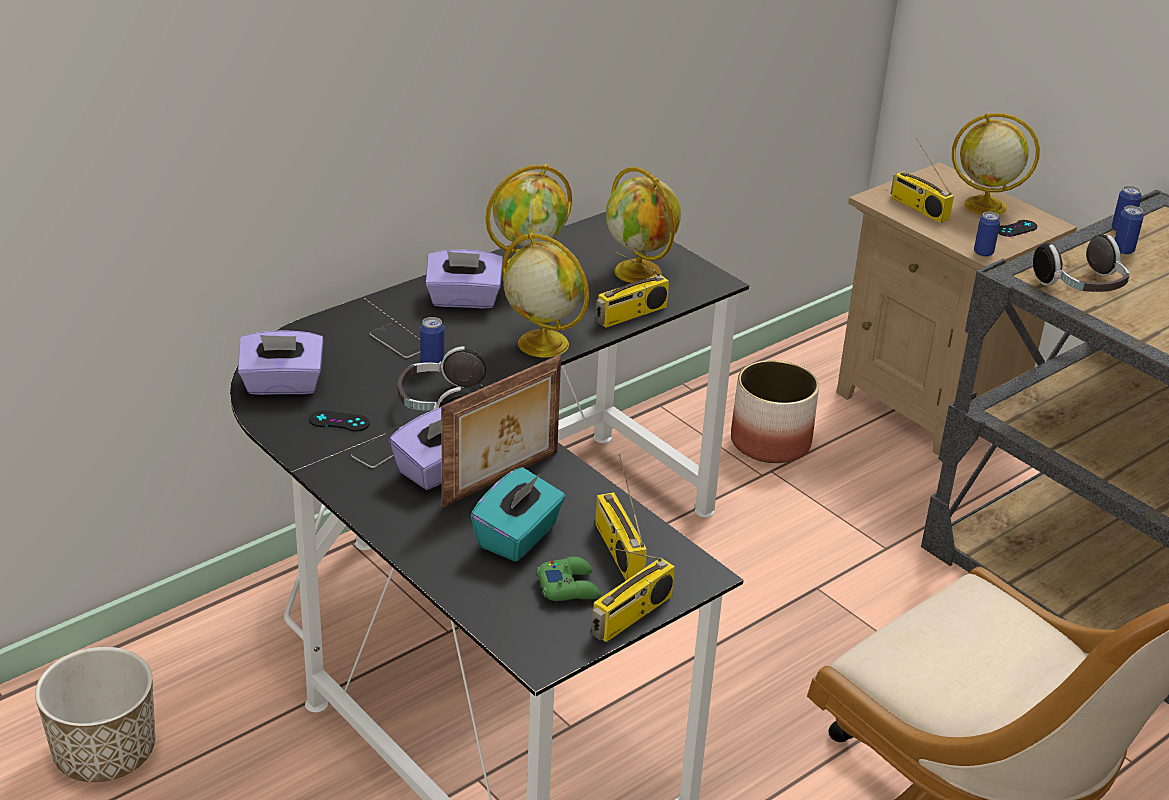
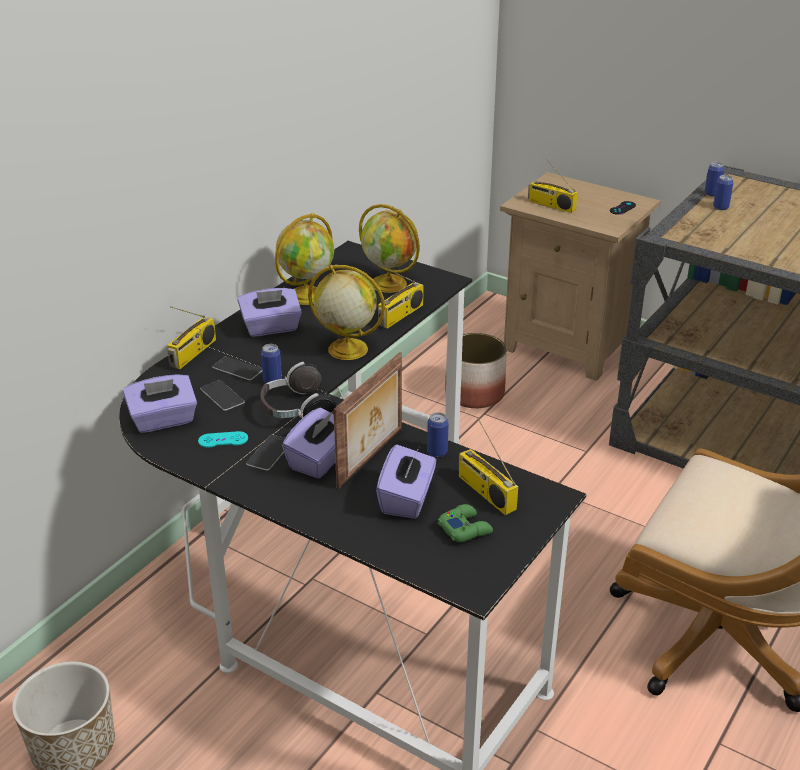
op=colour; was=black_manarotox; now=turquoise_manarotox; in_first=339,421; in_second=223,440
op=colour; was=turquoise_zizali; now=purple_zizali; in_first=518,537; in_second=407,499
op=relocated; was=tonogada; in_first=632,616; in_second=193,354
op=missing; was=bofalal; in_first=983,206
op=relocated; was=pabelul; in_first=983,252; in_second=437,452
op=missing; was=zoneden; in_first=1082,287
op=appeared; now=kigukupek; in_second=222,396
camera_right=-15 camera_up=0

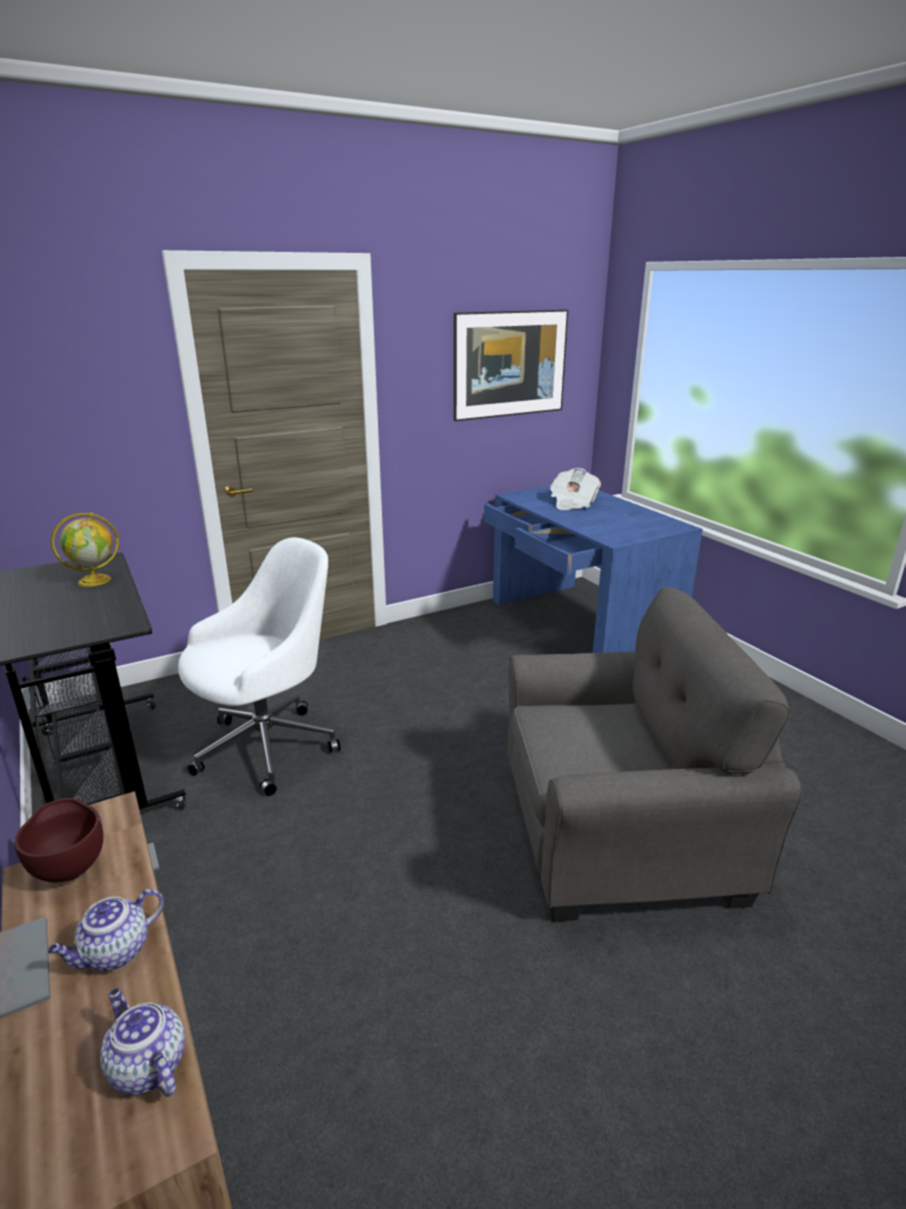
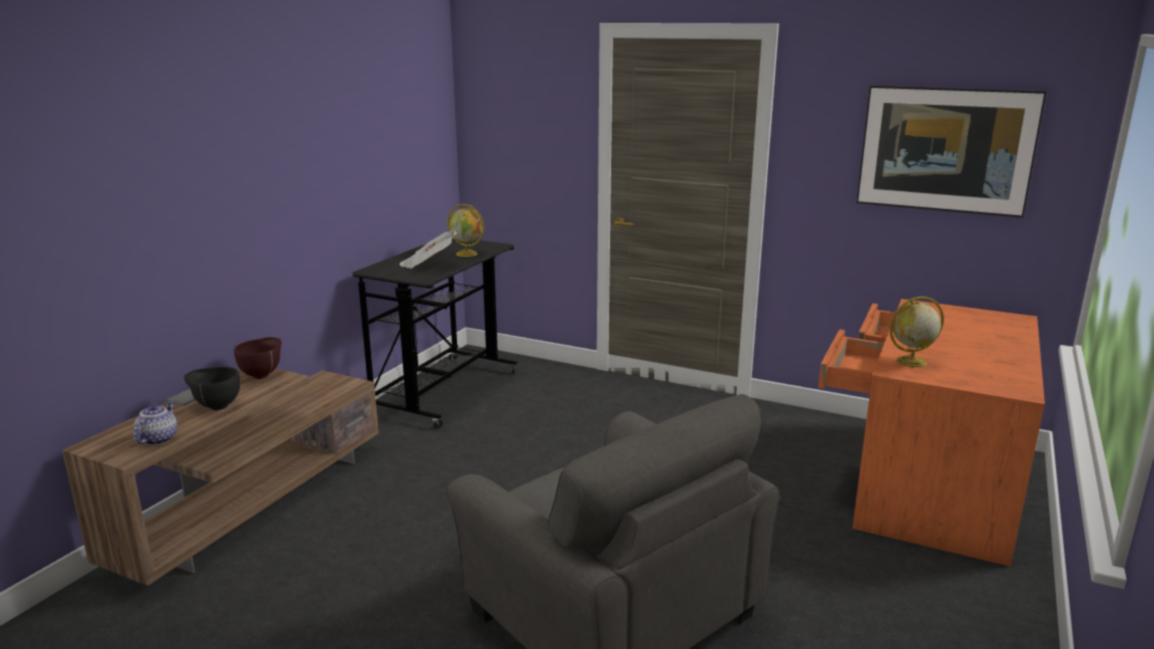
op=exchanged; was=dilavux; now=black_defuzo; in_first=115,953; in_second=216,406
op=missing; was=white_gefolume; in_first=268,747
op=colour; was=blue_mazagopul; now=orange_mazagopul; in_first=574,625; in_second=922,483
op=relocated; was=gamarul; in_first=572,503; in_second=428,265
op=appeared; now=bofalal; in_second=910,362
camera_right=55 camera_up=-5

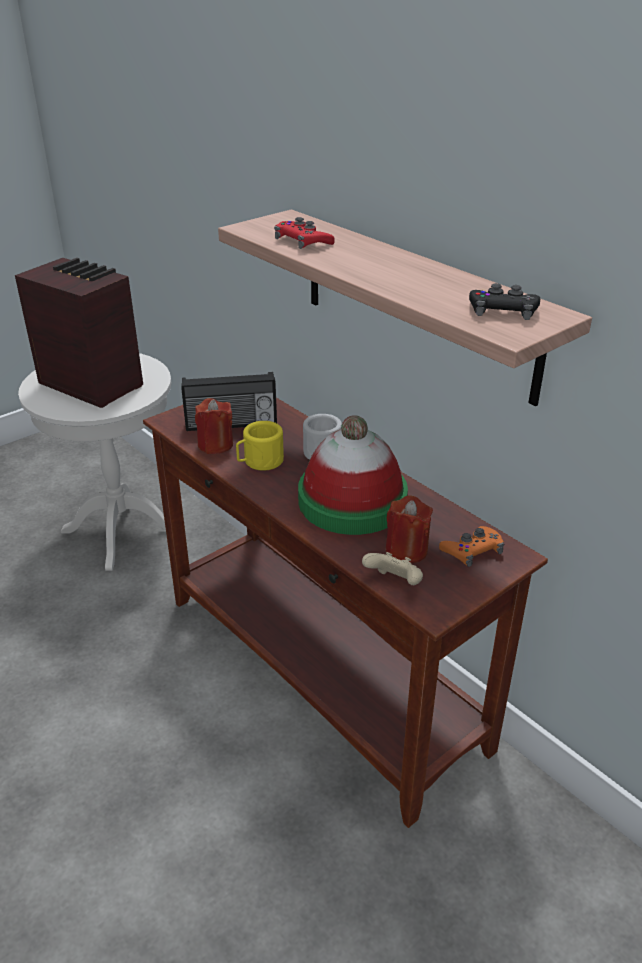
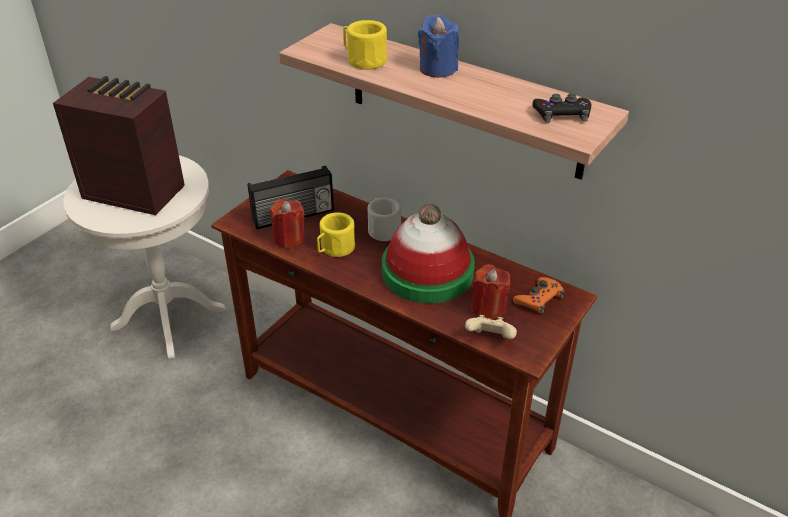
op=exchanged; was=red_manarotox; now=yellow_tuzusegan; in_first=303,241; in_second=363,60
op=appeared; now=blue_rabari; in_second=437,69
camera_right=-15 camera_up=5

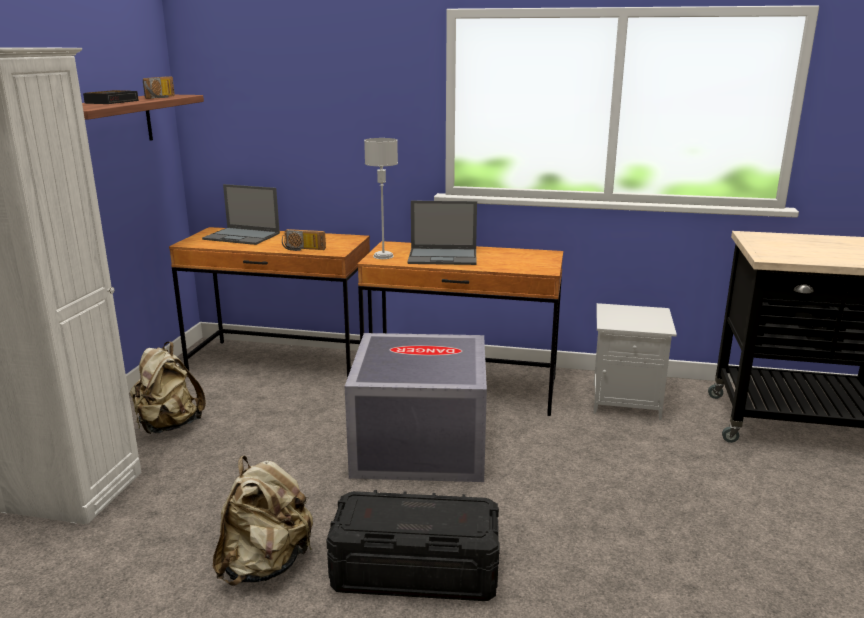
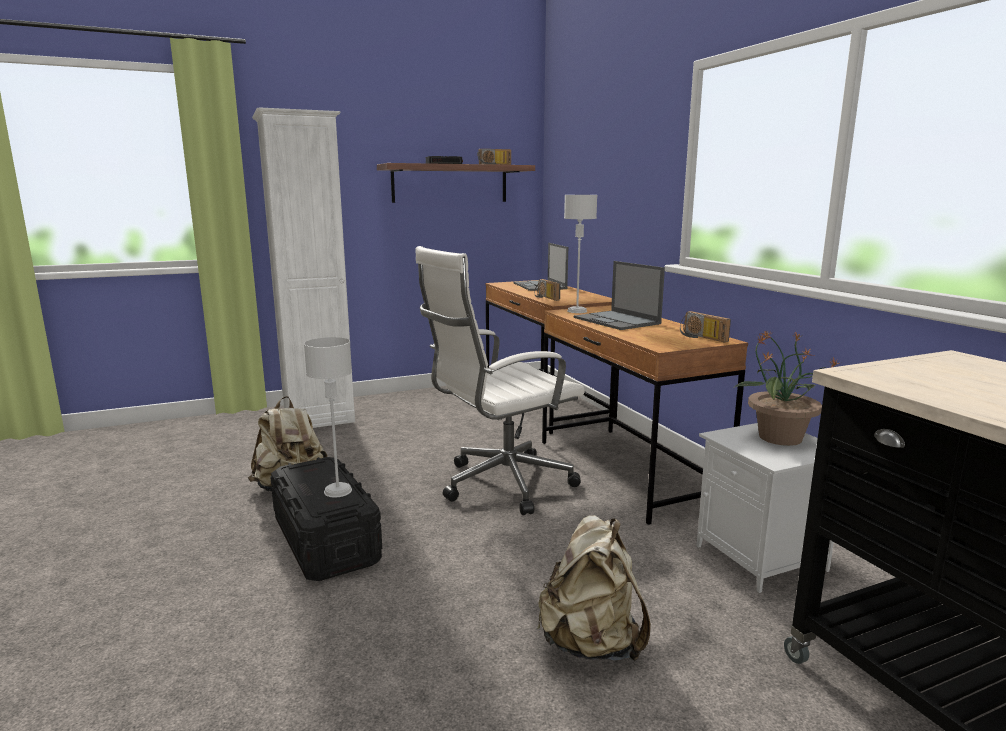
op=relocated; was=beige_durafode; in_first=168,426; in_second=591,644
op=exchanged; was=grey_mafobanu; now=white_gefolume; in_first=418,446; in_second=501,485
op=appeared; now=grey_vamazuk; in_second=338,491
op=appeared; now=tonogada; in_second=701,337
op=appeared; now=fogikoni; in_second=778,438
camera_right=55 camera_up=-5

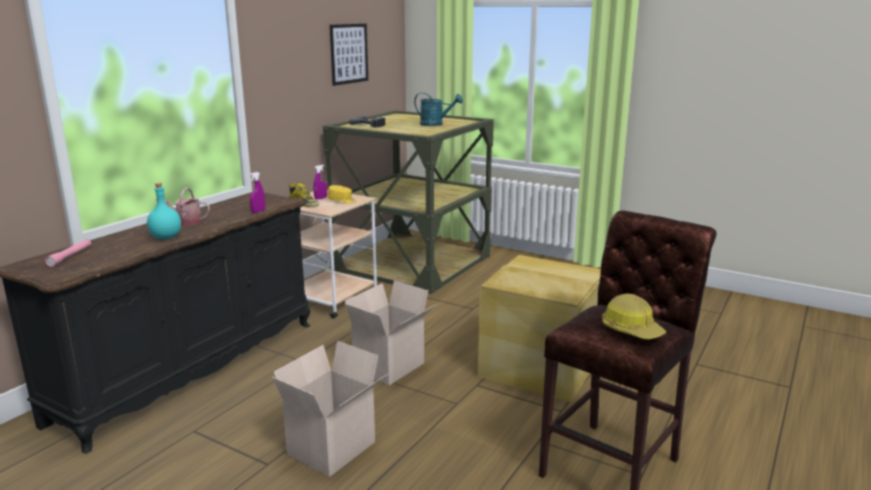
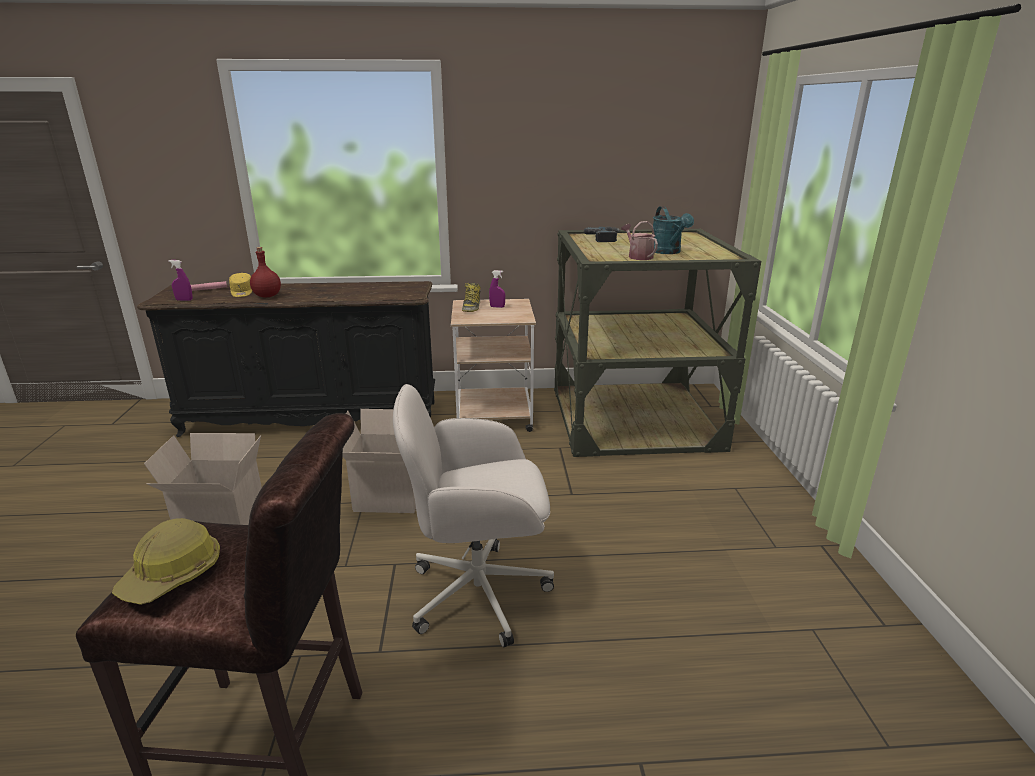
op=colour; was=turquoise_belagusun; now=red_belagusun; in_first=165,237; in_second=267,296
op=relocated; was=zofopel; in_first=185,222; in_second=638,256
op=relocated; was=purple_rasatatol; in_first=258,211; in_second=184,300
op=relocated; was=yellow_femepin; in_first=342,201; in_second=242,292
op=missing; was=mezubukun; in_first=349,53
op=exchanged; was=beige_mafobanu; now=white_gefolume; in_first=539,366; in_second=478,594
camera_right=55 camera_up=5

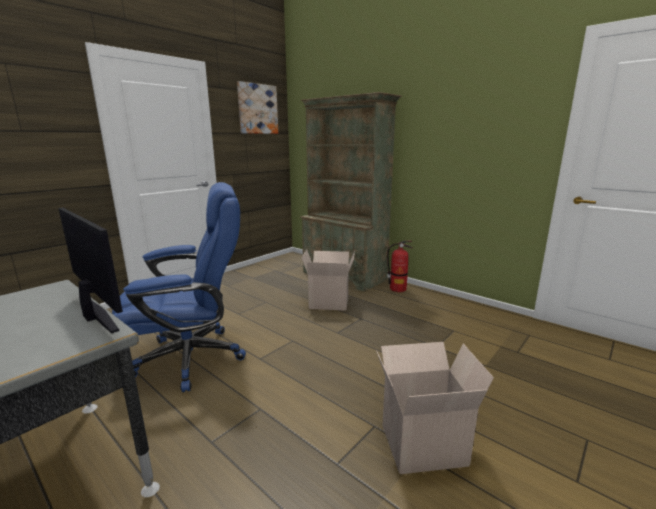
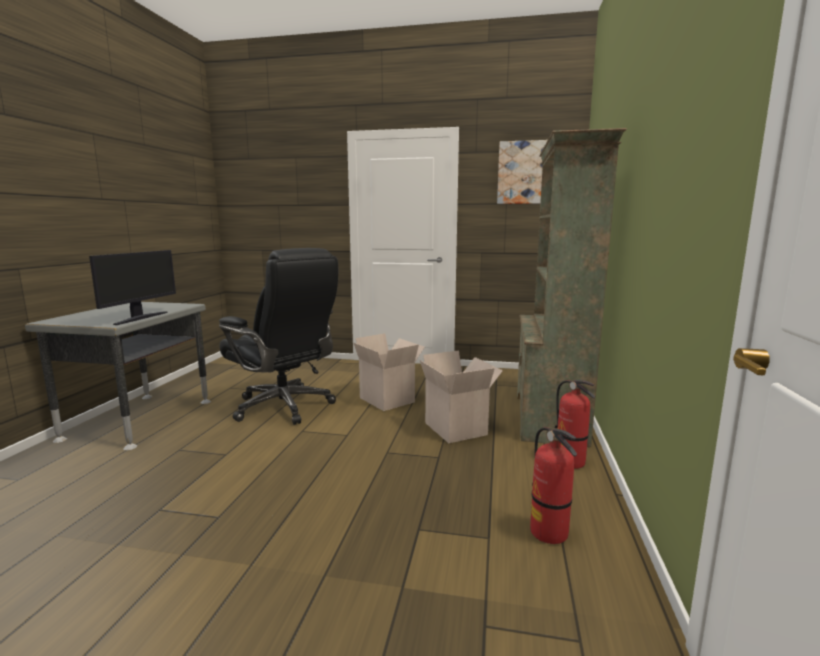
op=colour; was=blue_gefolume; now=black_gefolume; in_first=190,358; in_second=283,406
op=relocated; was=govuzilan; in_first=423,443; in_second=389,400
op=appeared; now=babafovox; in_second=549,533
camera_right=60 camera_up=-5

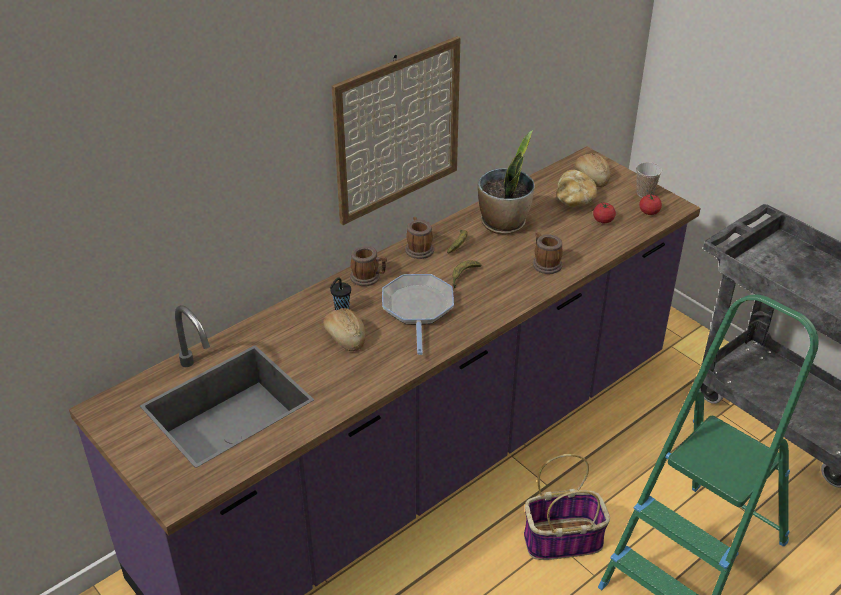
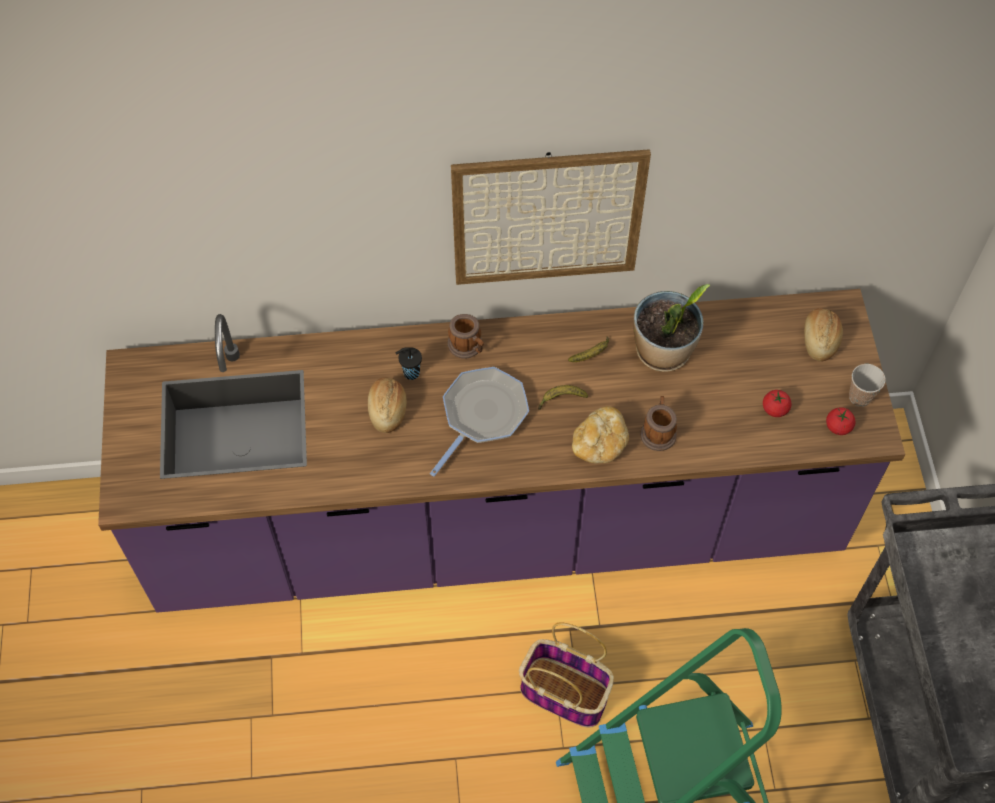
op=missing; was=tuzusegan; in_first=418,248
op=relocated; was=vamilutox; in_first=574,199; in_second=599,444
camera_right=35 camera_up=20

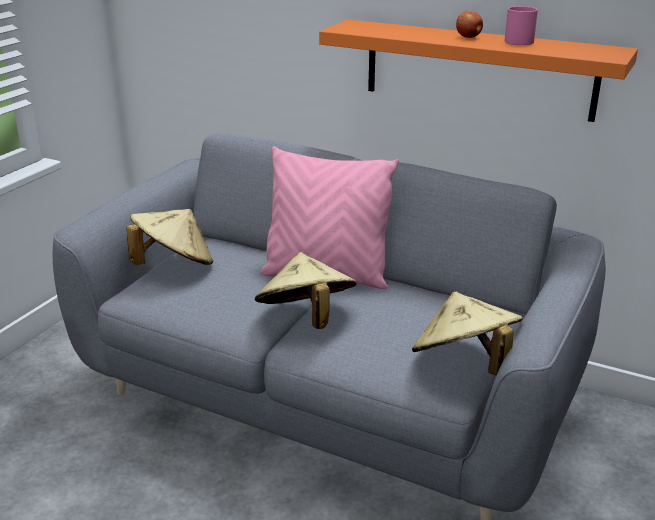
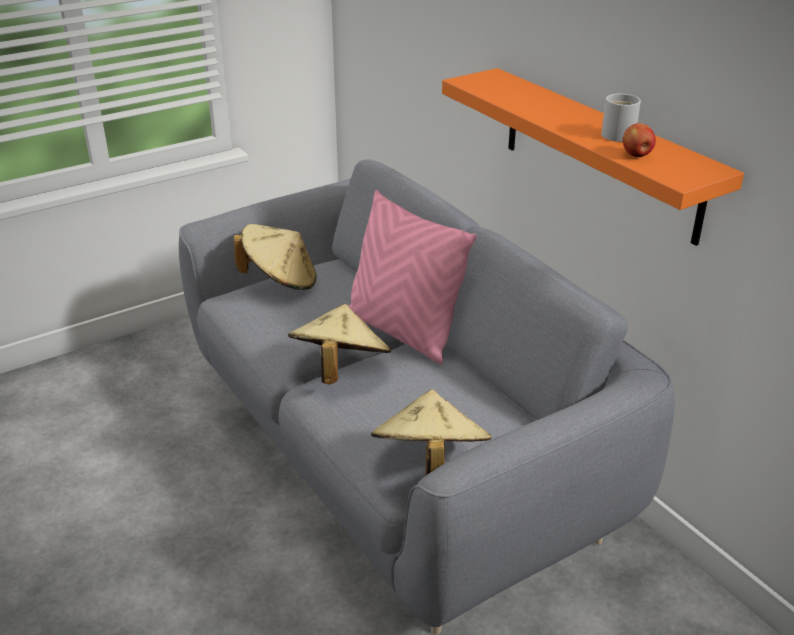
op=relocated; was=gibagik; in_first=468,37; in_second=636,155
op=colour; was=pink_tuzusegan; now=white_tuzusegan; in_first=519,41; in_second=620,134
camera_right=30 camera_up=5

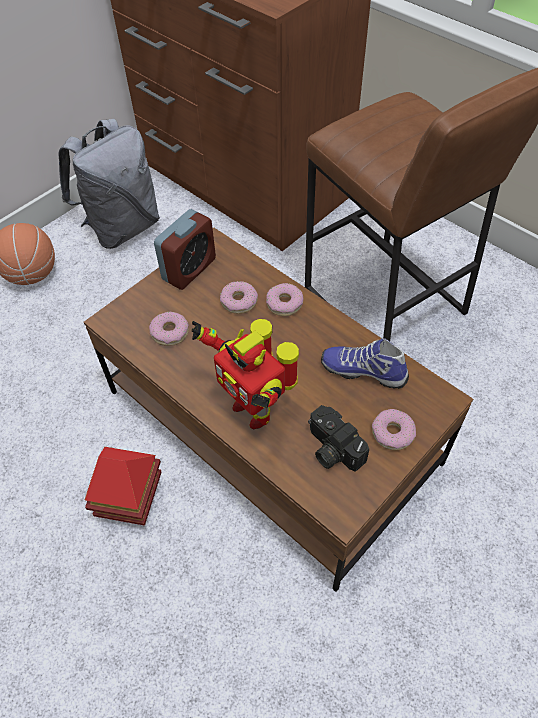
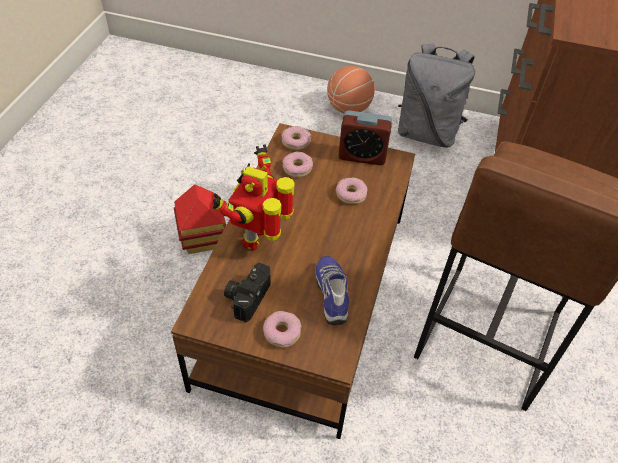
op=relocated; was=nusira; in_first=284,303; in_second=296,141
camera_right=60 camera_up=-5

